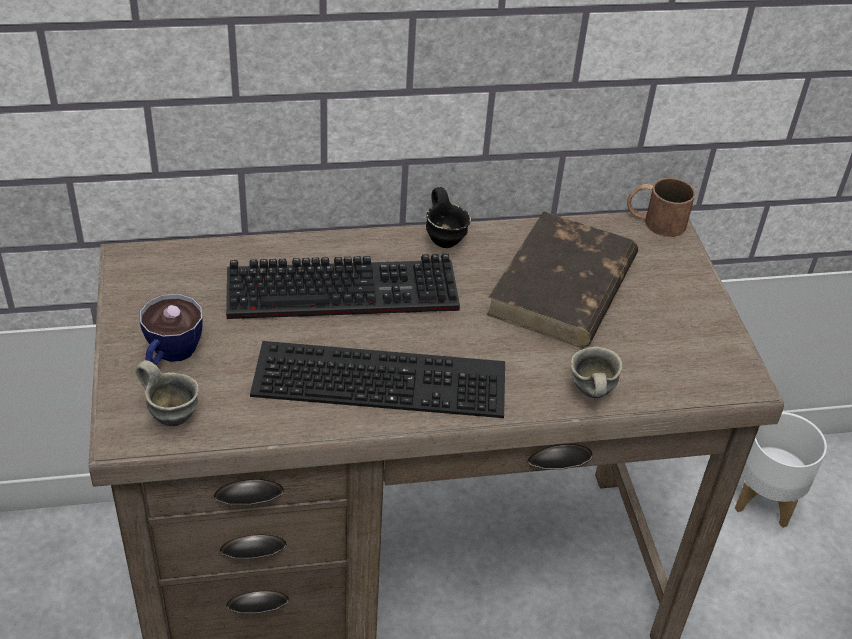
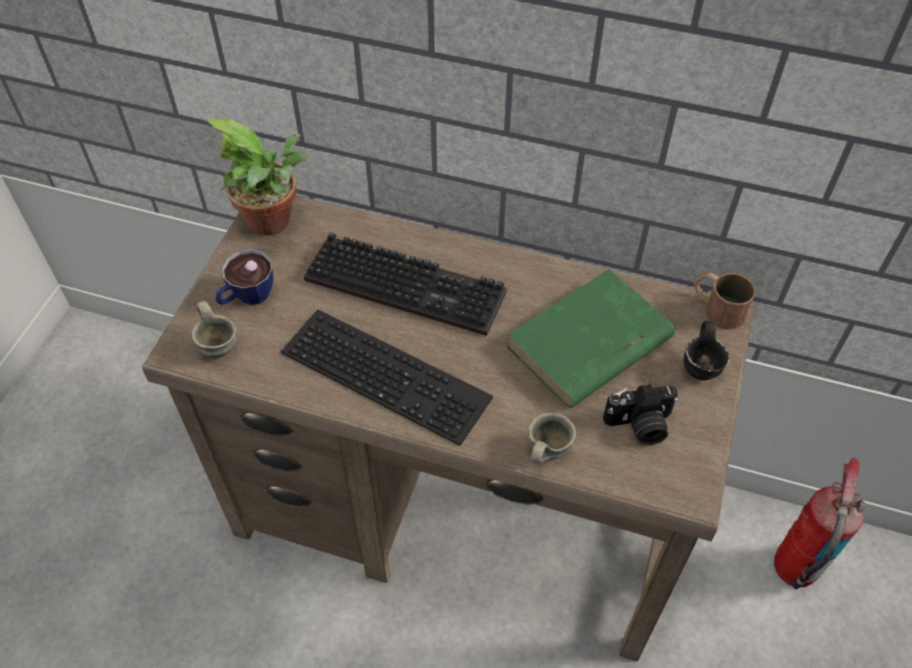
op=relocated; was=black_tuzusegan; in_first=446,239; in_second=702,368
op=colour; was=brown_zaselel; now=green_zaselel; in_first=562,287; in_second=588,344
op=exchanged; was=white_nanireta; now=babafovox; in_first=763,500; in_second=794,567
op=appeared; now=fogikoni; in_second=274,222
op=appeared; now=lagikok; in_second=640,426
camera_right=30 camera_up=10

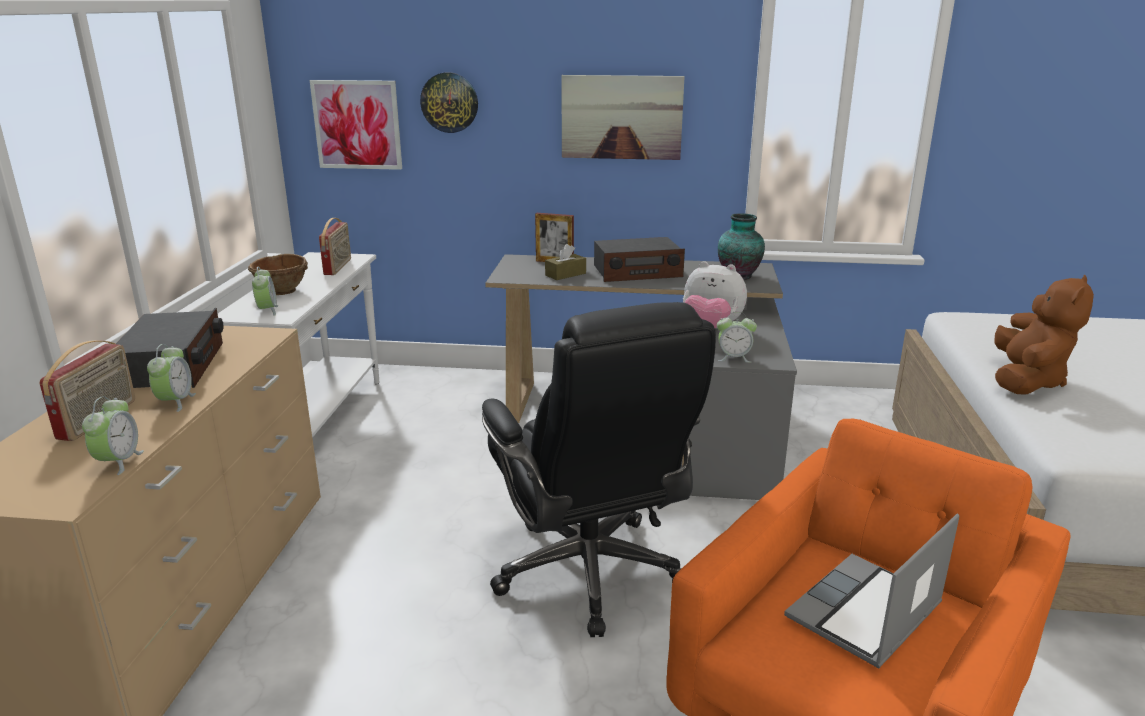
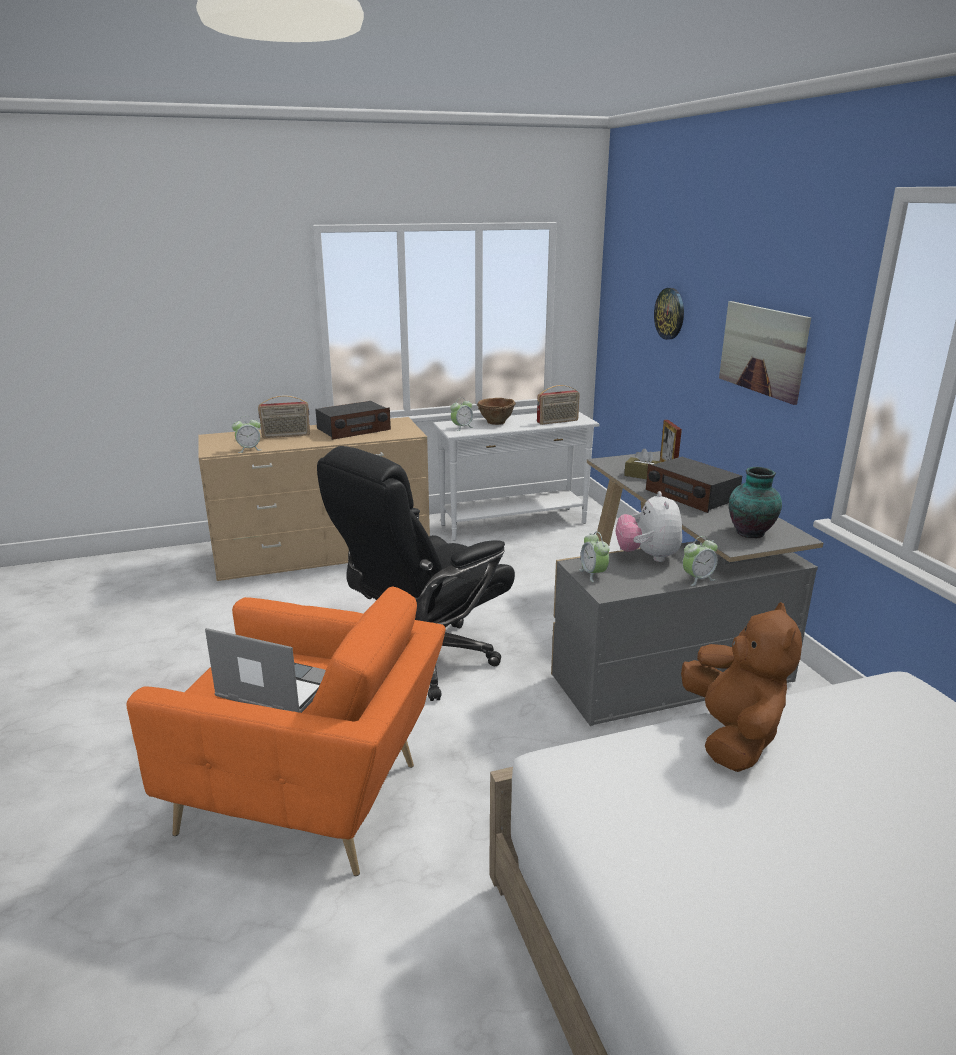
op=relocated; was=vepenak; in_first=175,402; in_second=697,579
op=missing; was=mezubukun; in_first=357,125
op=spun; was=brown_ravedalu; in_first=1026,381; in_second=732,735; clockwise=-90
camera_right=65 camera_up=0

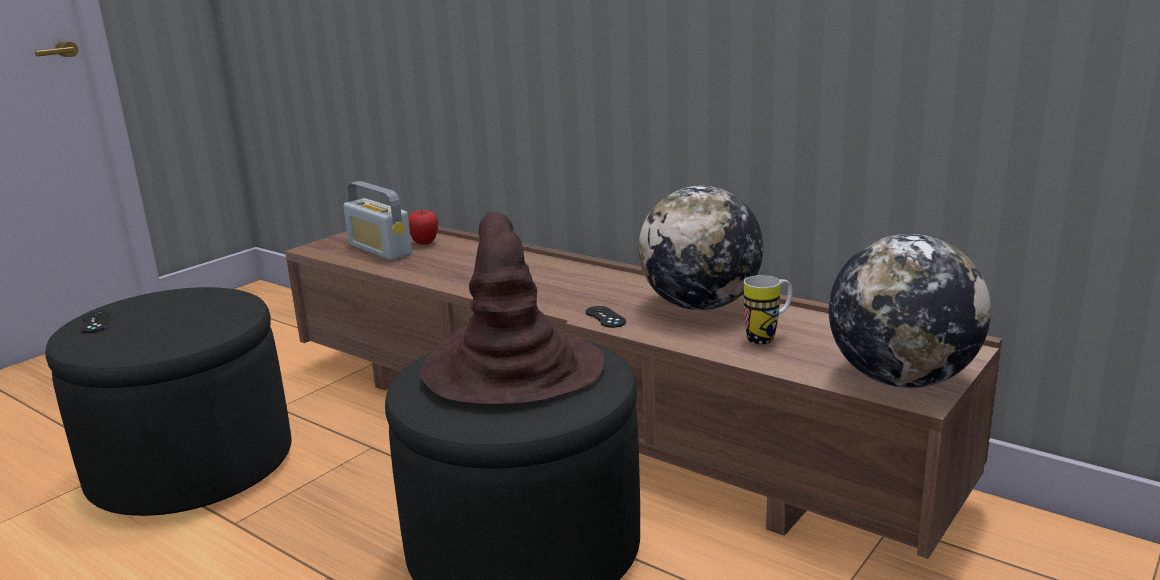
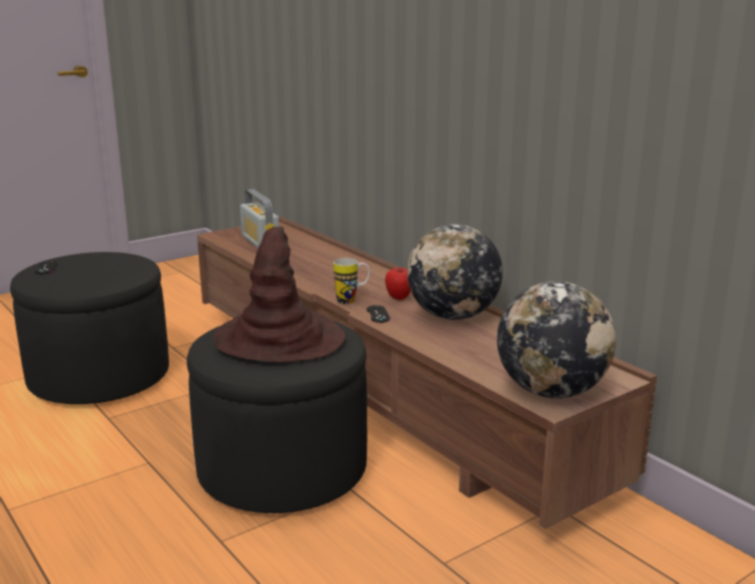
op=relocated; was=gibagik; in_first=424,243; in_second=399,298
op=relocated; was=tuzusegan; in_first=768,337; in_second=352,300
camera_right=15 camera_up=0

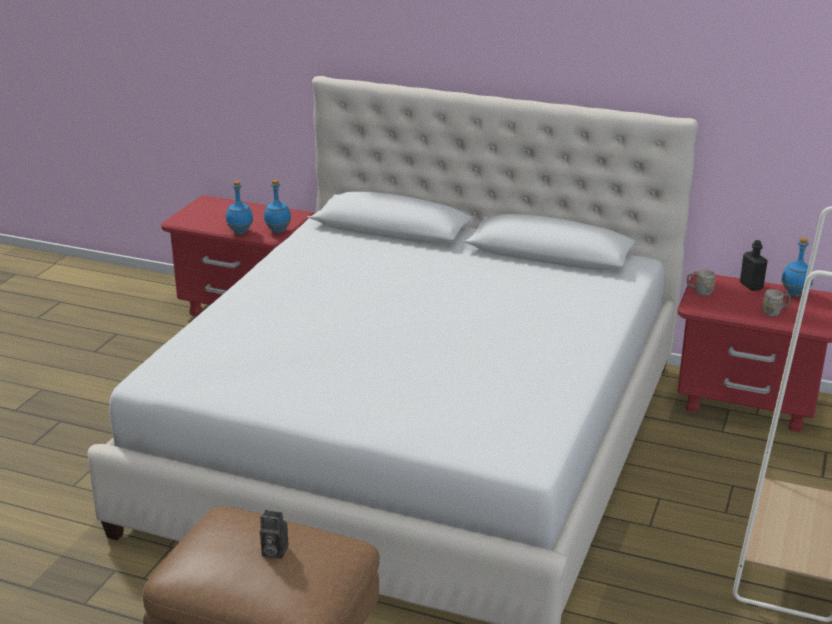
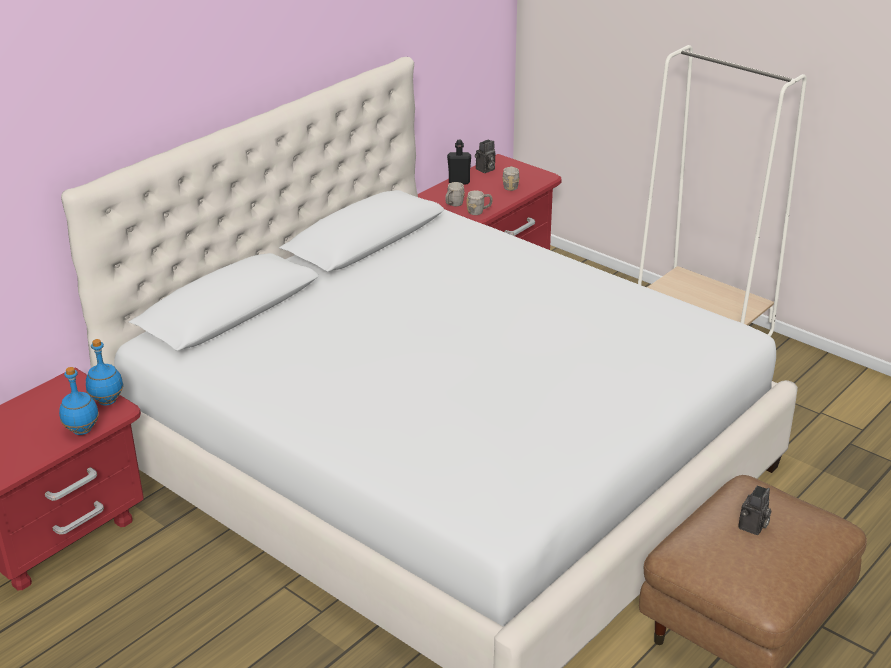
op=exchanged; was=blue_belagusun; now=lagikok; in_first=795,294; in_second=485,170
op=appeared; now=grey_tuzusegan; in_second=479,211
camera_right=-70 camera_up=5

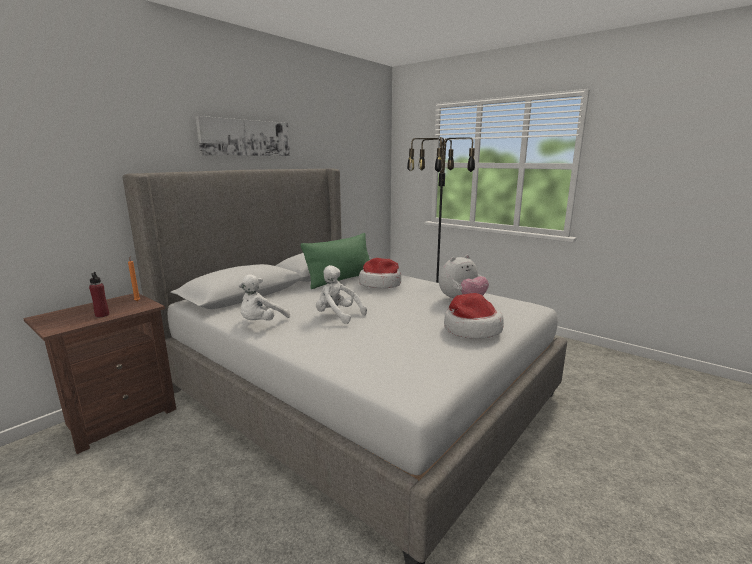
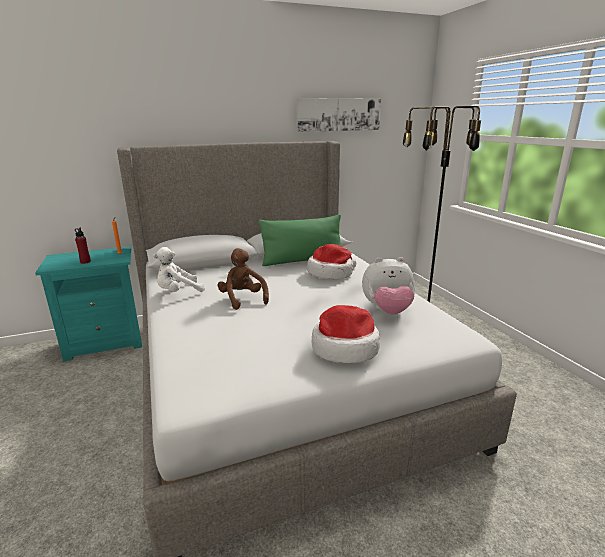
op=colour; was=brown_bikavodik; now=turquoise_bikavodik; in_first=119,417; in_second=106,342
op=relocated; was=mezubukun; in_first=246,138; in_second=339,114
op=colour; was=white_ravedalu; now=brown_ravedalu; in_first=337,315; in_second=243,299
camera_right=30 camera_up=5

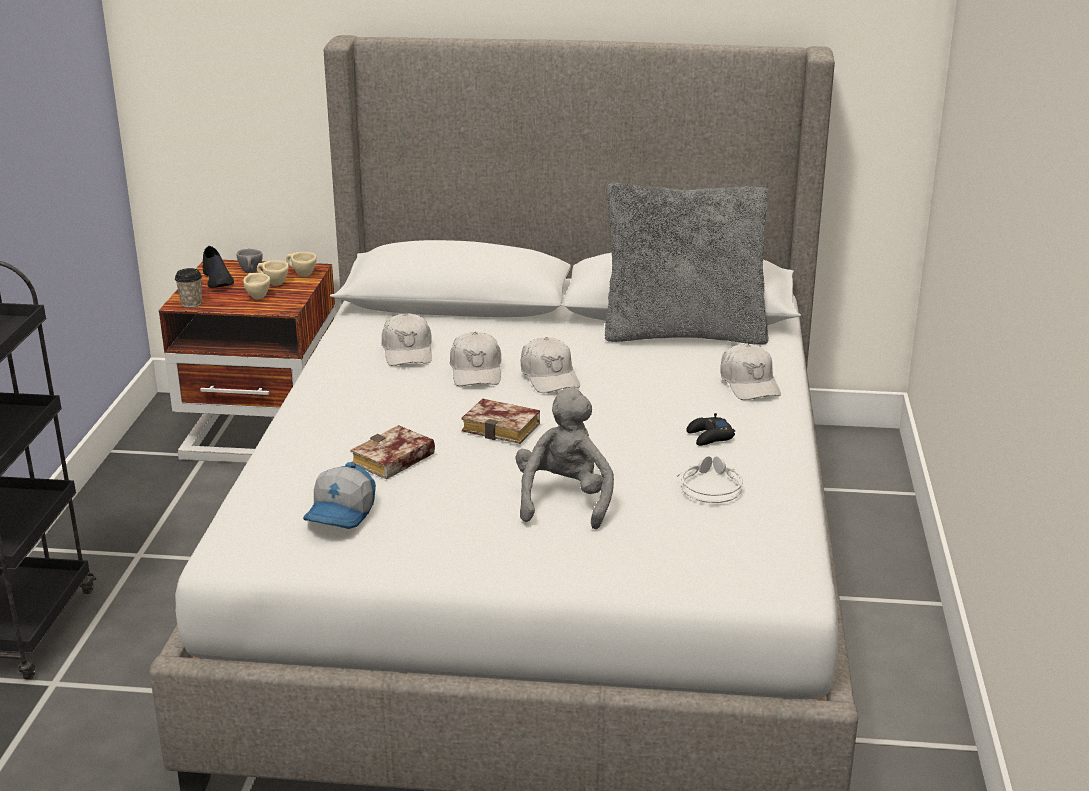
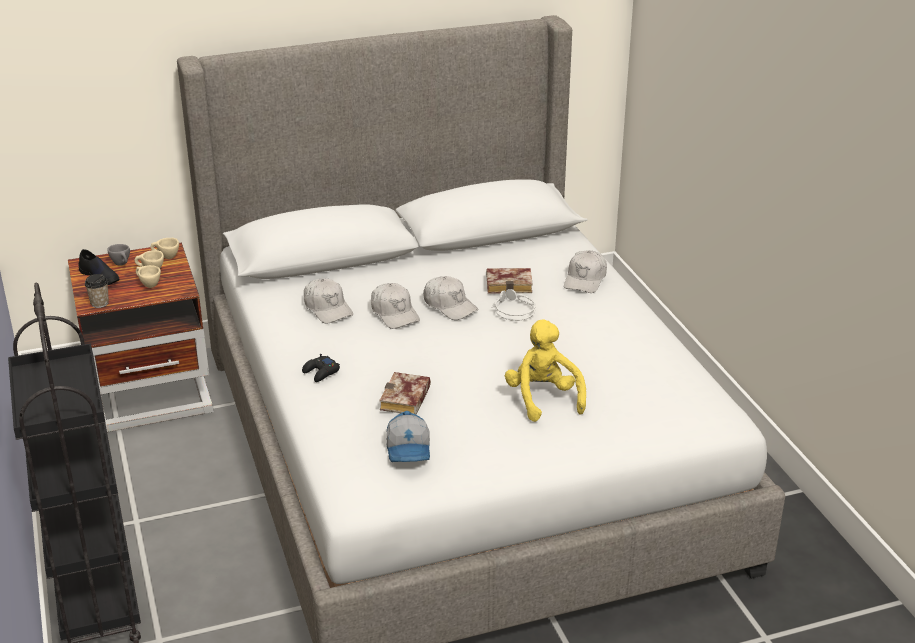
op=relocated; was=zaselel; in_first=504,428; in_second=511,285
op=colour; was=grey_ravedalu; now=yellow_ravedalu; in_first=564,500; in_second=543,399
op=missing; was=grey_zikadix; in_first=684,330
op=relocated; was=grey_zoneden; in_first=709,487; in_second=512,310
op=relocated; was=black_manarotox; in_first=710,437; in_second=321,372
op=spun; was=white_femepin; in_first=749,384; in_second=585,279; clockwise=60
camera_right=-25 camera_up=5

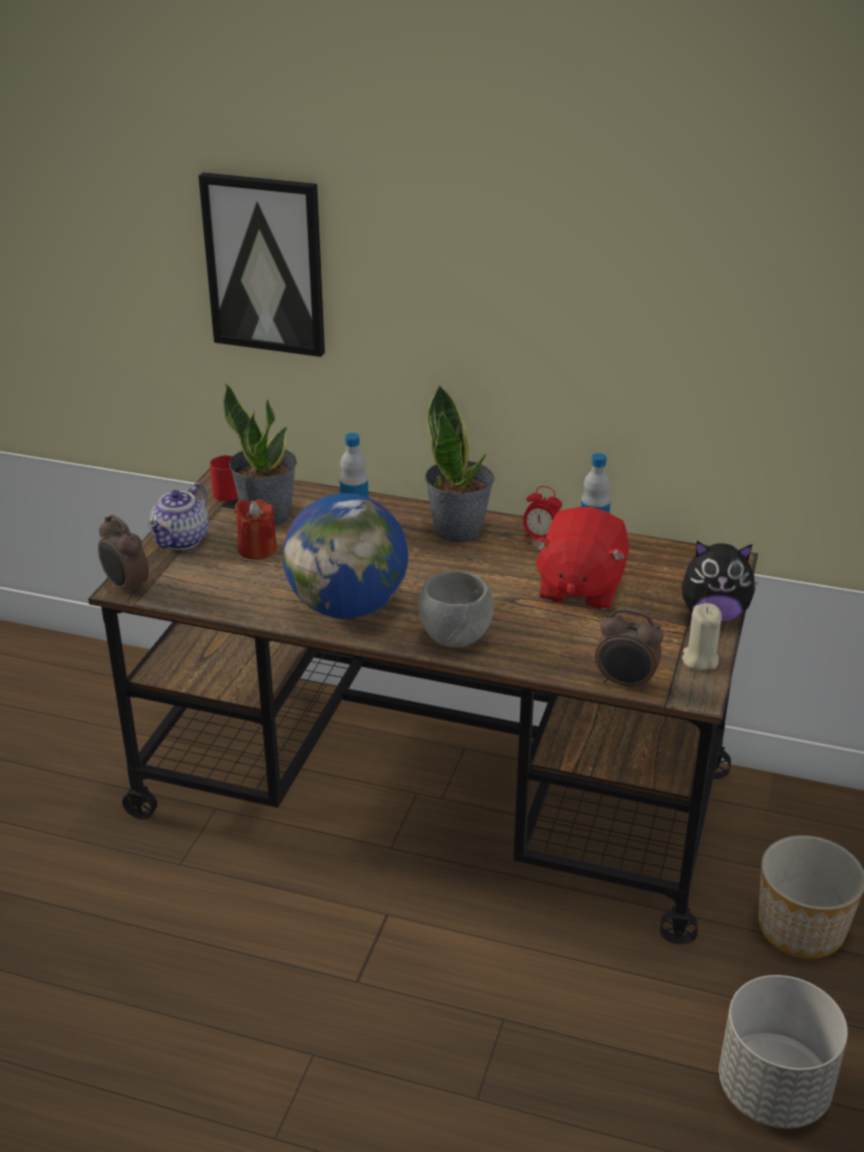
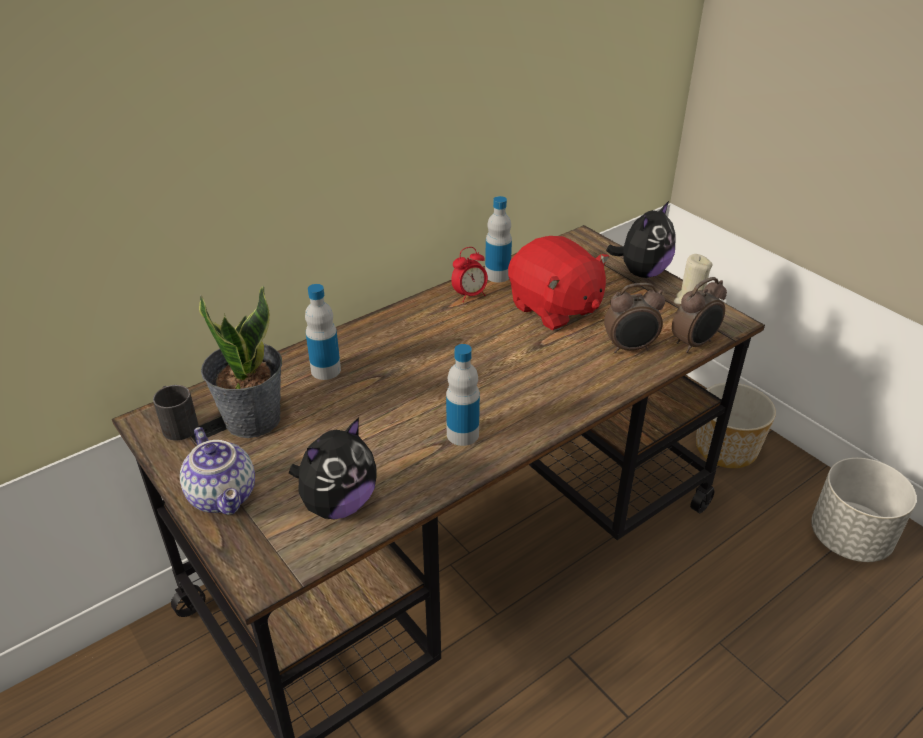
op=relocated; was=vepenak; in_first=126,587; in_second=630,348
op=missing; was=mezubukun; in_first=265,264
op=colour; was=red_tuzusegan; now=black_tuzusegan; in_first=230,490; in_second=177,424
op=missing; was=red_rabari; in_first=257,549
op=exchanged; was=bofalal; now=belagusun; in_first=348,607; in_second=462,434
op=missing; was=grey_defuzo; in_first=457,638
op=missing; was=fogikoni; in_first=459,529
op=appeared; now=ravedalu; in_second=338,504
camera_right=-55 camera_up=5

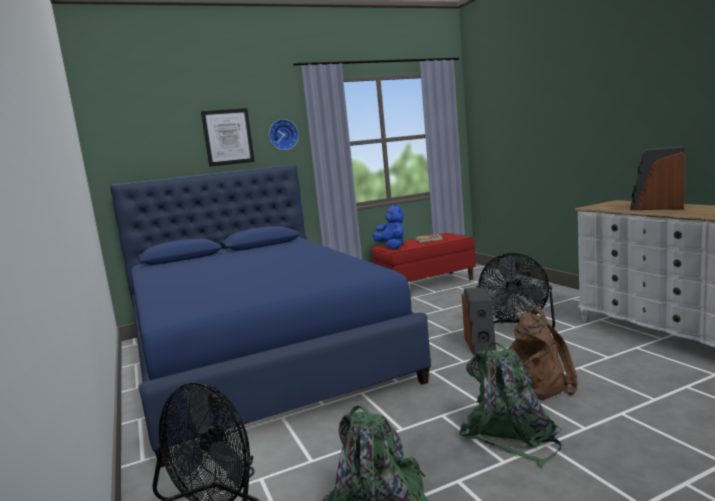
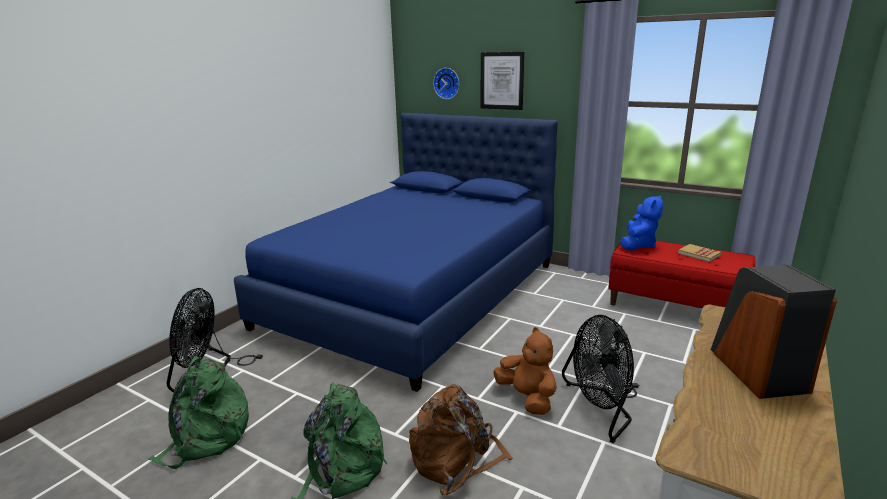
op=relocated; was=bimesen; in_first=283,135; in_second=447,83
op=exchanged; was=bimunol; now=brown_ravedalu; in_first=481,345; in_second=527,398
camera_right=55 camera_up=10

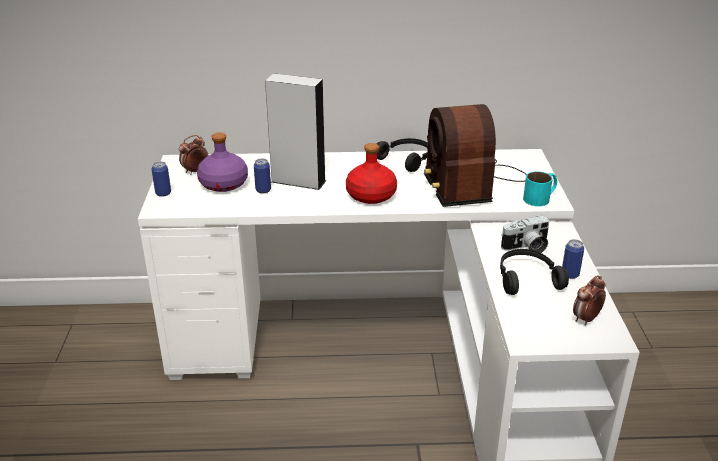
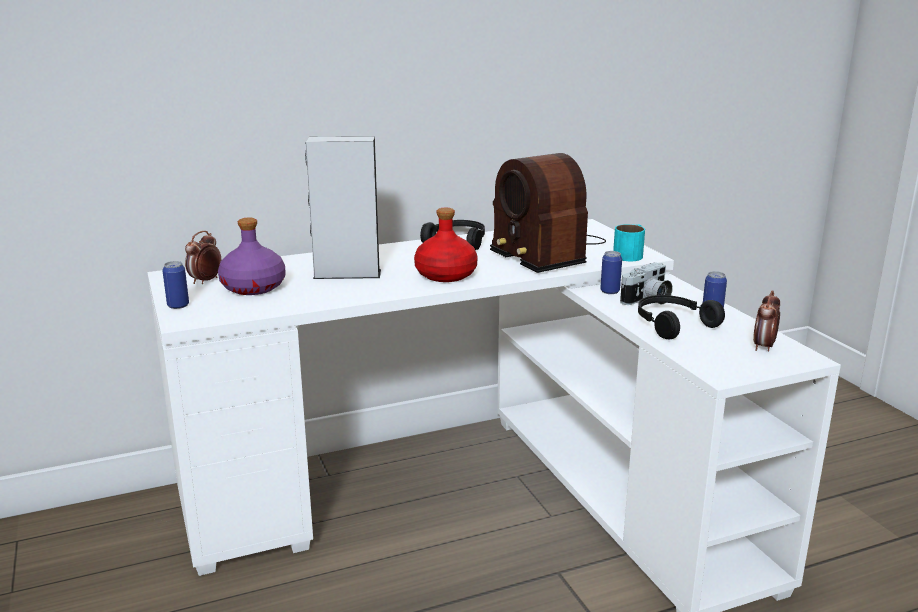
op=relocated; was=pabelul; in_first=263,190; in_second=610,291
camera_right=-20 camera_up=-10

